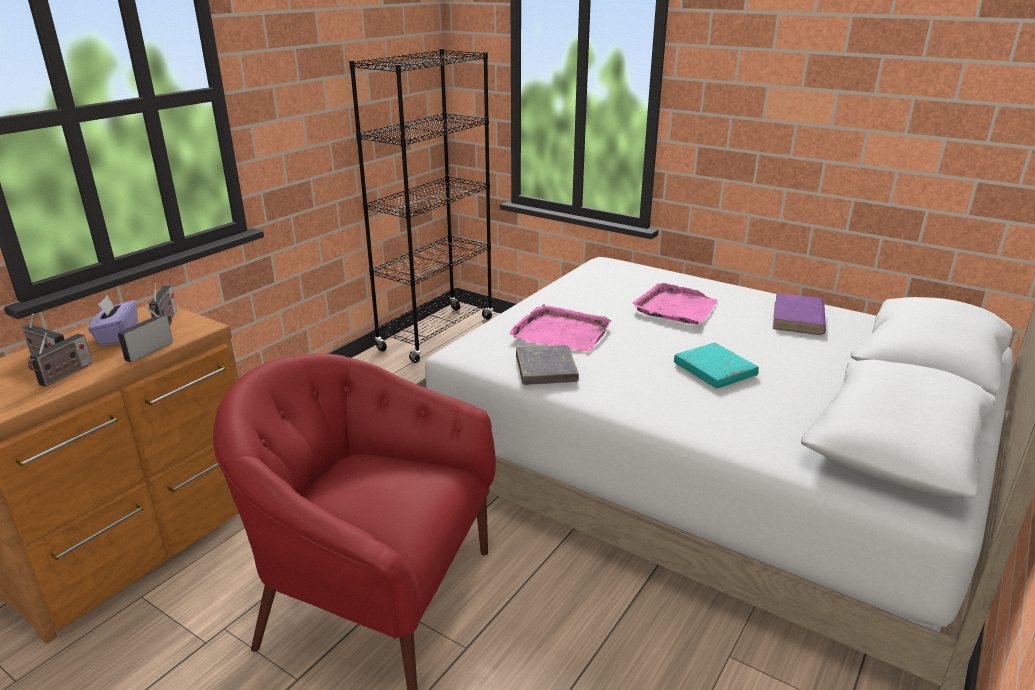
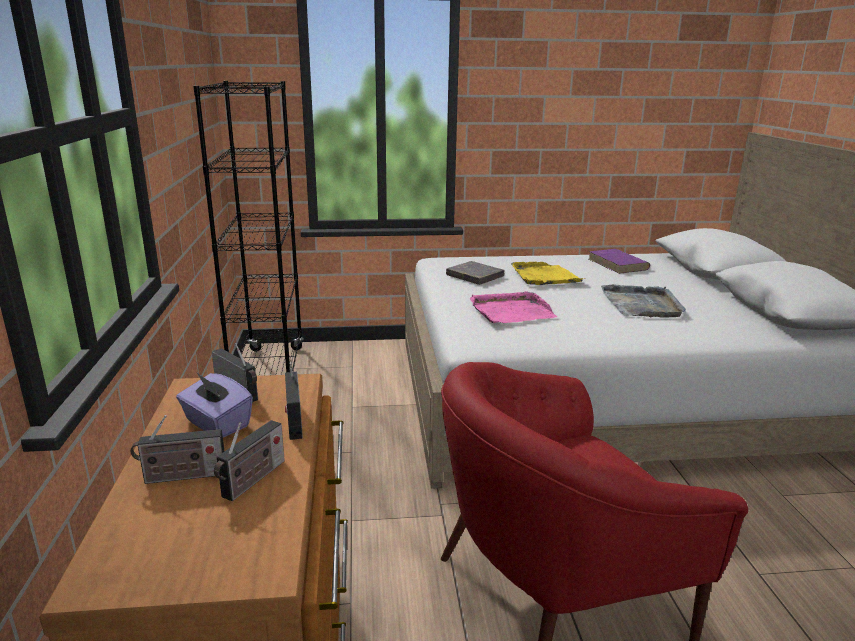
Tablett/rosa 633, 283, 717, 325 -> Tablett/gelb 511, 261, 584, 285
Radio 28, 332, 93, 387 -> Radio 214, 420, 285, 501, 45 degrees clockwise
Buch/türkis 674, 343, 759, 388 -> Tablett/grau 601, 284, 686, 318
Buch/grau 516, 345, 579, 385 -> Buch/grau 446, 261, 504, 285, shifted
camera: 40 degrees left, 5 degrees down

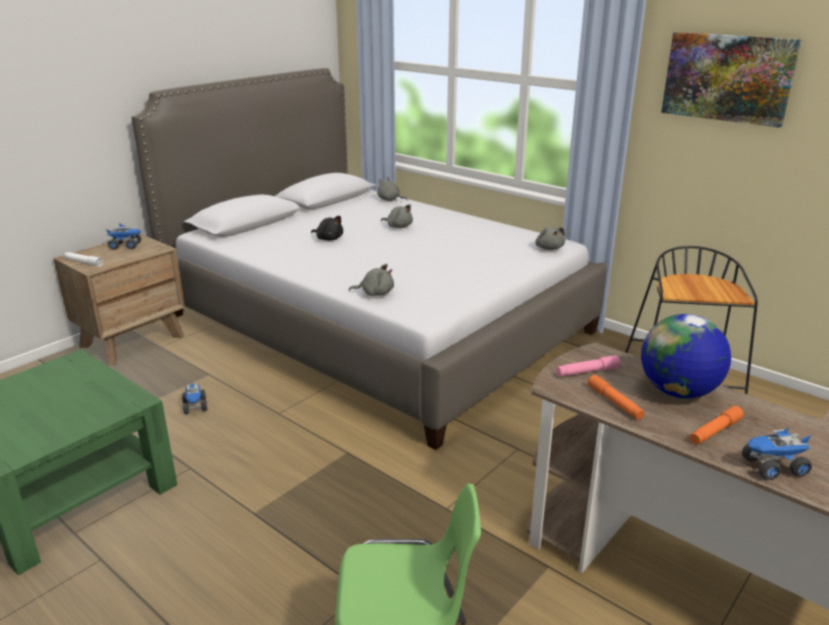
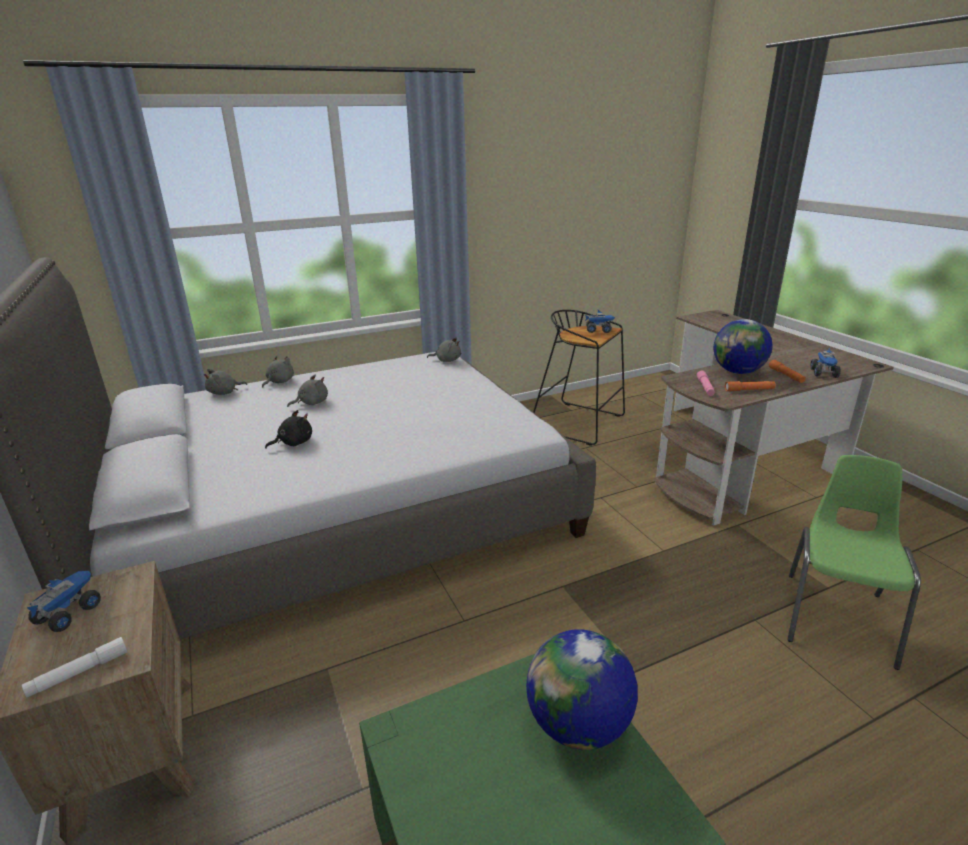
Bild 661, 32, 802, 128 -> none
Plüschtier/grau 349, 264, 394, 296 -> Plüschtier/grau 262, 356, 294, 388, shifted
Spielzeuglaster 182, 382, 208, 414 -> Spielzeuglaster 585, 310, 615, 333, shifted
none -> Globus 526, 629, 638, 750
camera: 65 degrees left, 0 degrees up

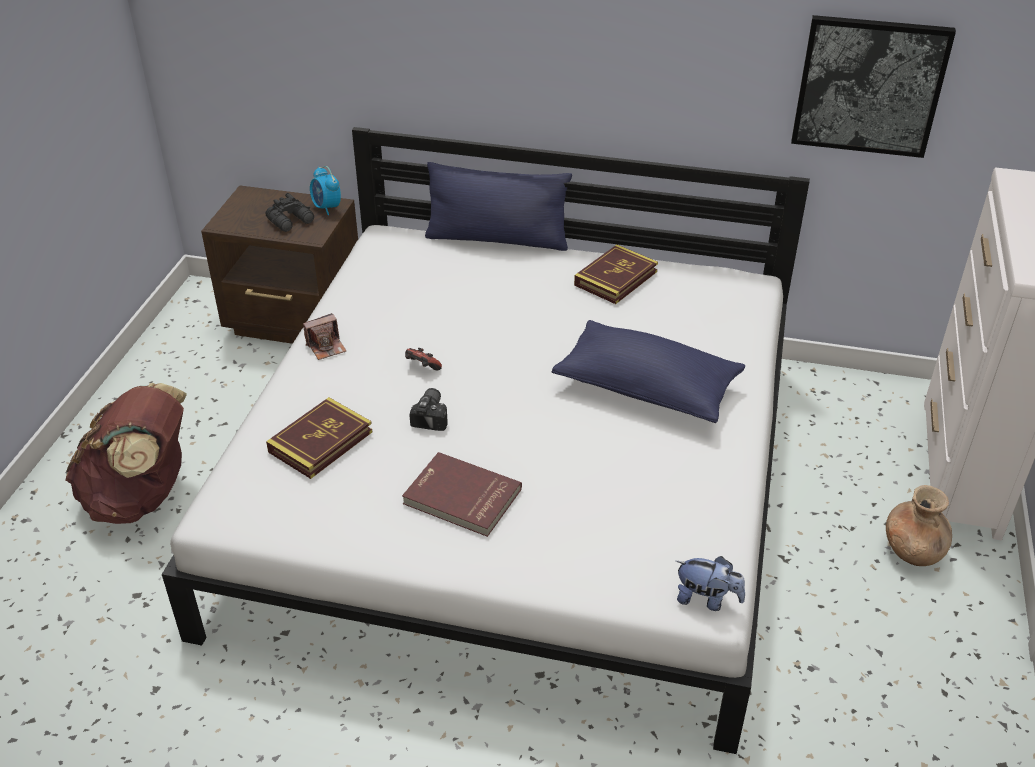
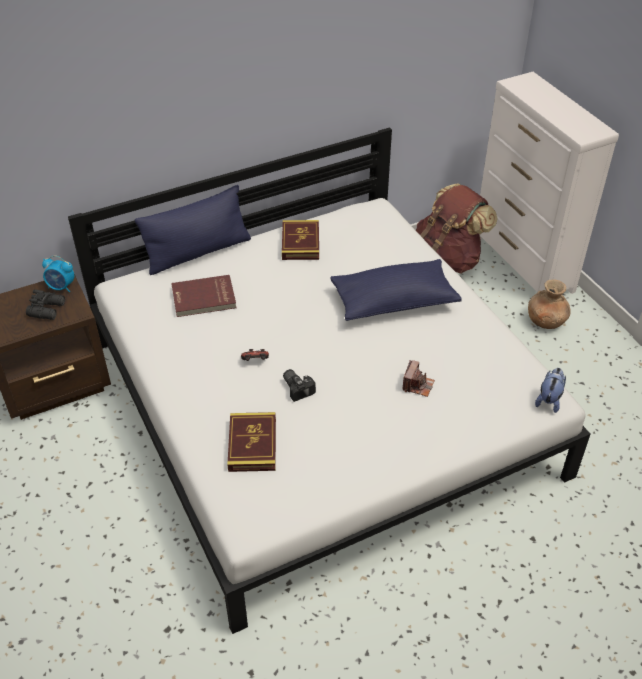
Bild 791, 15, 956, 158 -> none
Kamera 303, 313, 346, 360 -> Kamera 402, 360, 435, 397, shifted
Rucksack/braun 65, 383, 187, 524 -> Rucksack/braun 416, 183, 498, 274, shifted
Buch/rot 402, 452, 522, 537 -> Buch/rot 171, 275, 237, 317, shifted
Plüschtier 676, 556, 745, 611 -> Plüschtier 535, 368, 566, 413, 45 degrees counterclockwise
camera: 40 degrees left, 5 degrees up

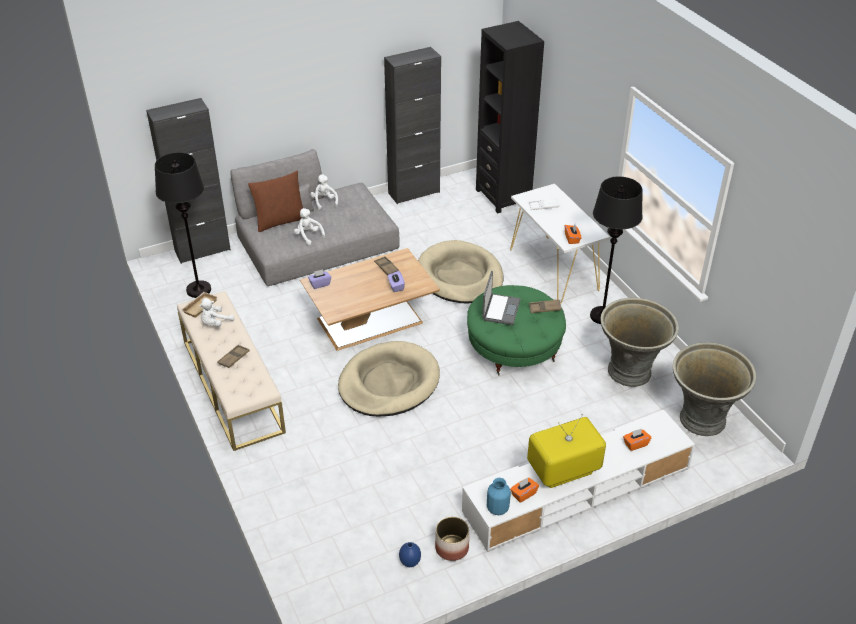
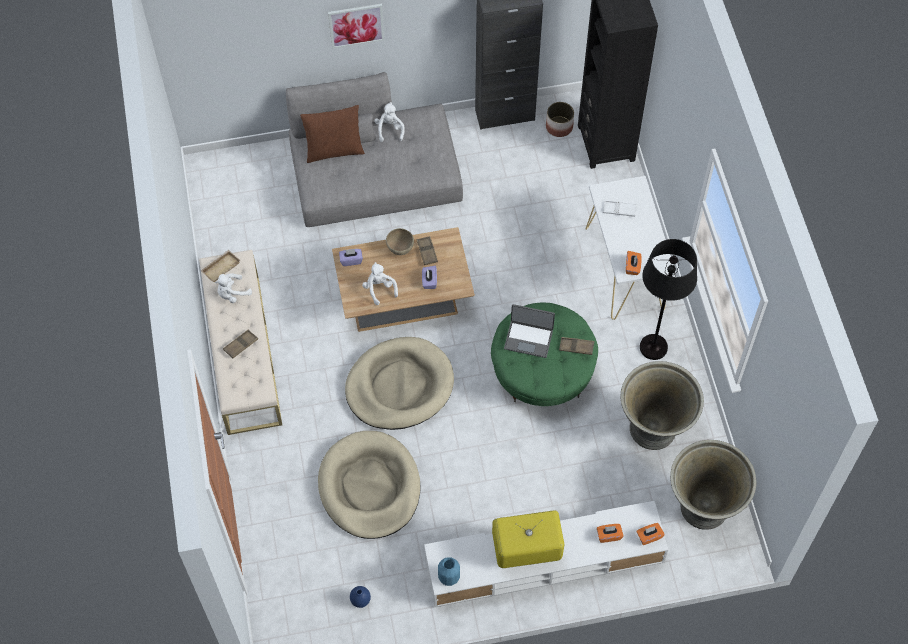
Schrank/schwarz 146, 98, 231, 264 -> none
Stehlampe/schwarz 155, 152, 211, 298 -> none
Plüschtier/weiß 294, 208, 325, 245 -> Plüschtier/weiß 362, 262, 398, 305, shifted
Hundebett/beige 418, 240, 504, 303 -> Hundebett/beige 318, 431, 421, 539, shifted
Laptop 482, 271, 521, 325 -> Laptop 504, 304, 555, 358, 75 degrees clockwise
Taschentuchbox/orange 510, 478, 539, 503 -> Taschentuchbox/orange 636, 523, 665, 545, shifted
Pflanzkübel 435, 517, 469, 561 -> Pflanzkübel 546, 102, 574, 137, shifted
none -> Bild 328, 4, 385, 49
none -> Schüssel/braun 386, 228, 414, 255
camera: 15 degrees right, 20 degrees up

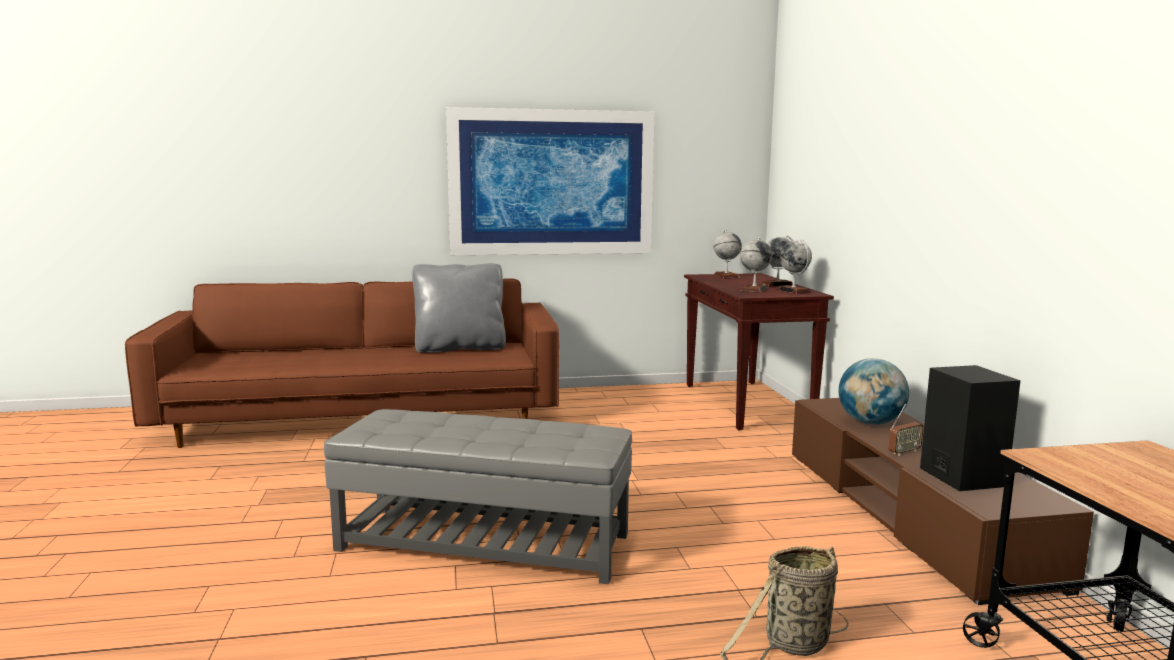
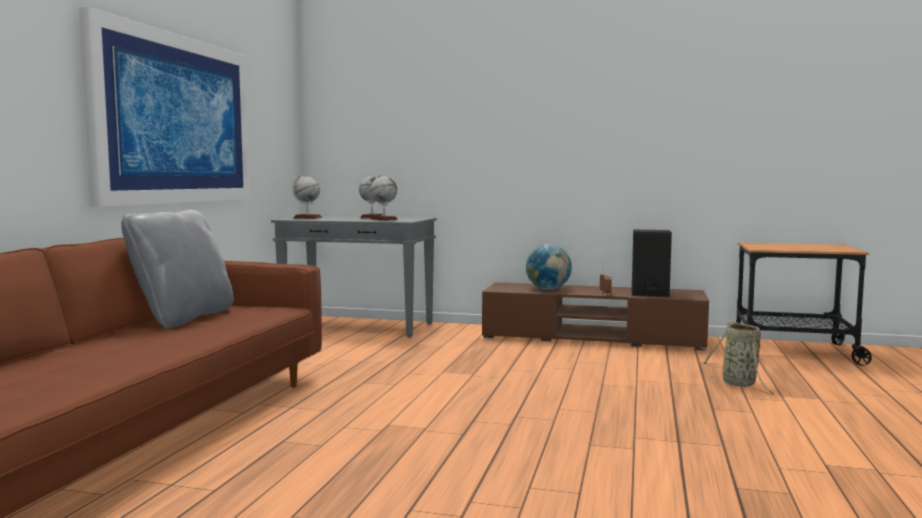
Globus 776, 239, 812, 294 -> none
Konsolentisch/braun 684, 273, 834, 430 -> Konsolentisch/grau 271, 216, 437, 338
Polsterhocker/grau 324, 409, 632, 584 -> none
camera: 65 degrees left, 5 degrees down

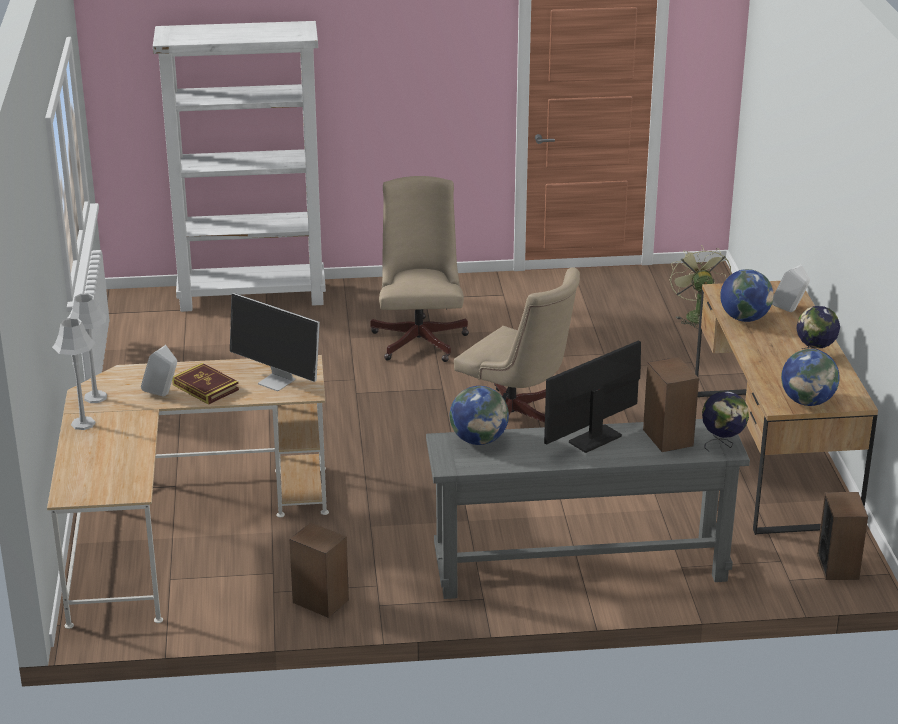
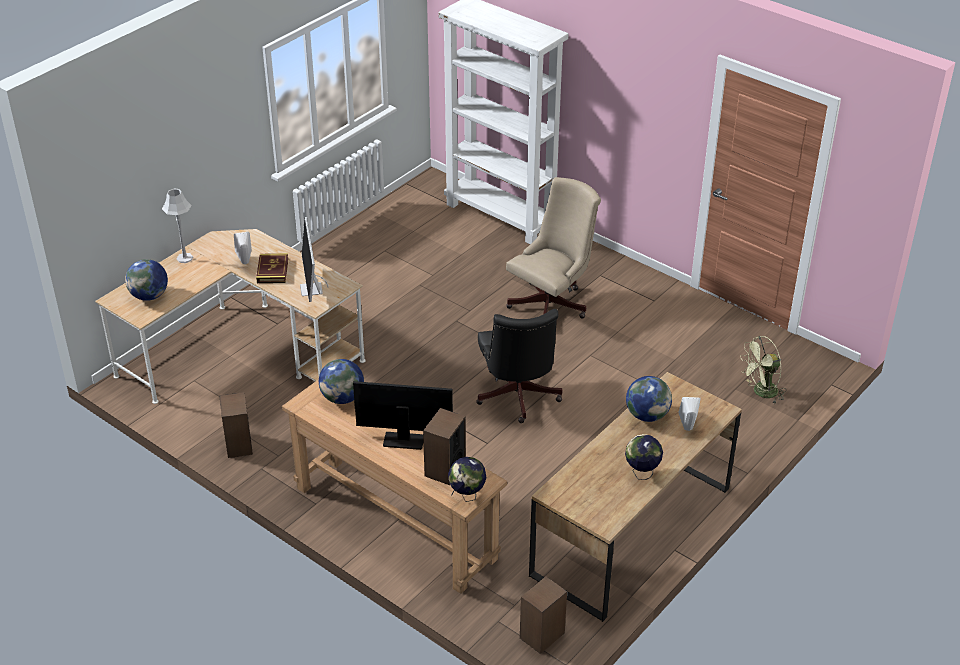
Ventilator/grün 669, 245, 731, 328 -> Ventilator/grün 740, 336, 787, 403, 150 degrees counterclockwise
Bürostuhl/beige 454, 267, 580, 423 -> Bürostuhl/schwarz 476, 309, 562, 423
Tischlampe/grau 67, 293, 107, 403 -> none
Globus 781, 349, 840, 406 -> Globus 125, 259, 168, 301, shifted
Konsolentisch/grau 426, 419, 750, 599 -> Konsolentisch/braun 282, 379, 507, 594
camera: 45 degrees right, 10 degrees up

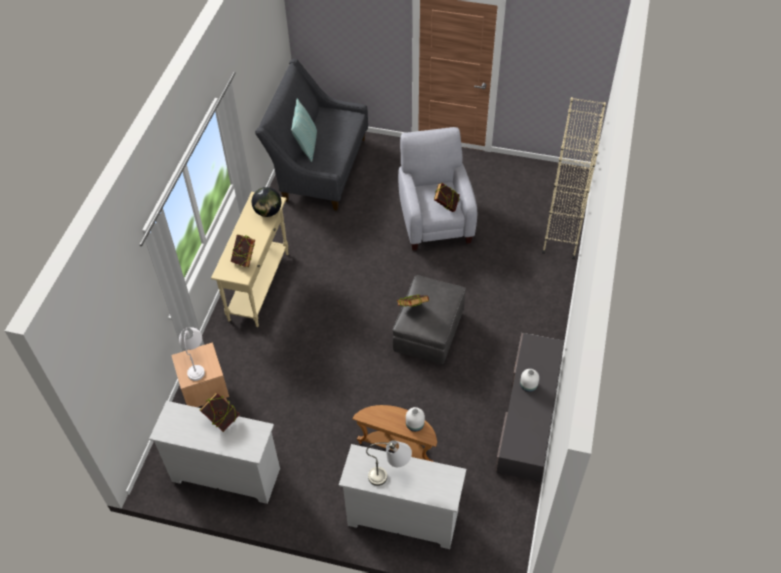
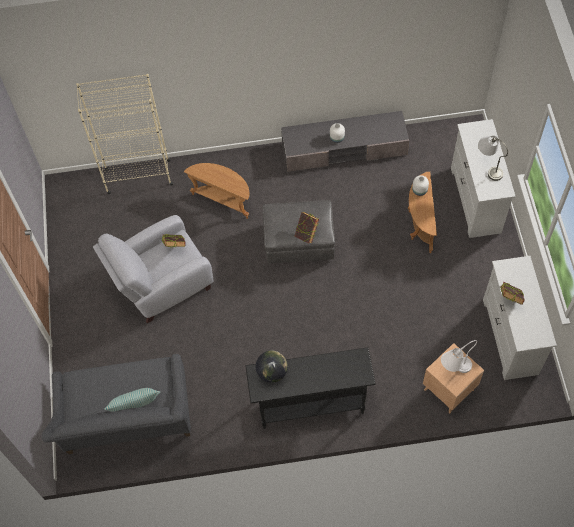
Konsolentisch/beige 211, 192, 289, 327 -> Konsolentisch/schwarz 246, 347, 376, 429
Buch 231, 235, 255, 267 -> none
none -> Beistelltisch/braun 184, 163, 249, 219
camera: 110 degrees left, 10 degrees up

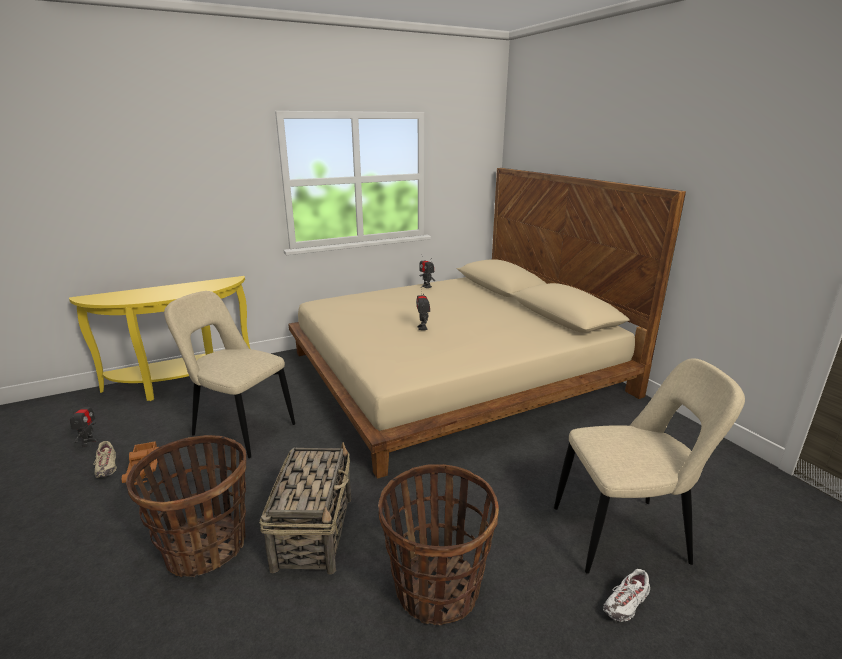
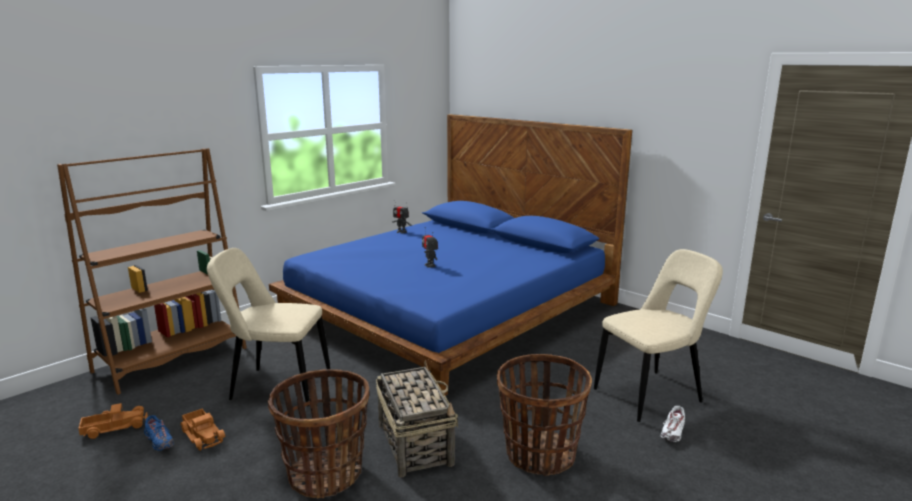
Bett/beige 288, 168, 686, 479 -> Bett/blau 269, 114, 632, 396
Konsolentisch/gelb 69, 276, 250, 401 -> Bücherregal/braun 57, 148, 247, 395
Spielzeugroboter 70, 399, 98, 447 -> Spielzeuglaster 78, 403, 148, 439
Schuh/beige 94, 441, 117, 478 -> Schuh/blau 144, 415, 174, 451
camera: 20 degrees left, 5 degrees down

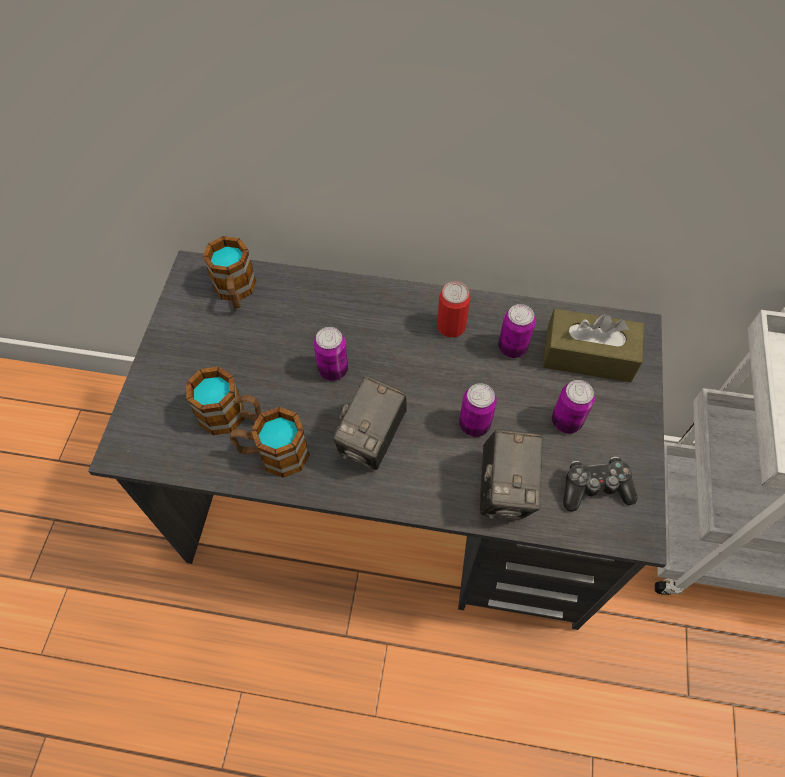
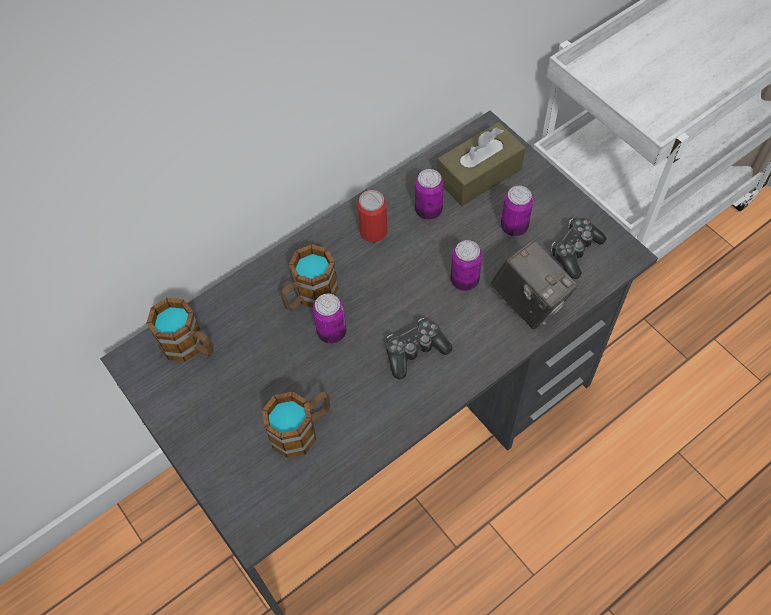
Kamera 334, 376, 407, 470 -> Gamepad 387, 318, 452, 380
Henkelbecher 230, 407, 310, 478 -> Henkelbecher 281, 244, 339, 311, shifted
camera: 45 degrees left, 0 degrees up

